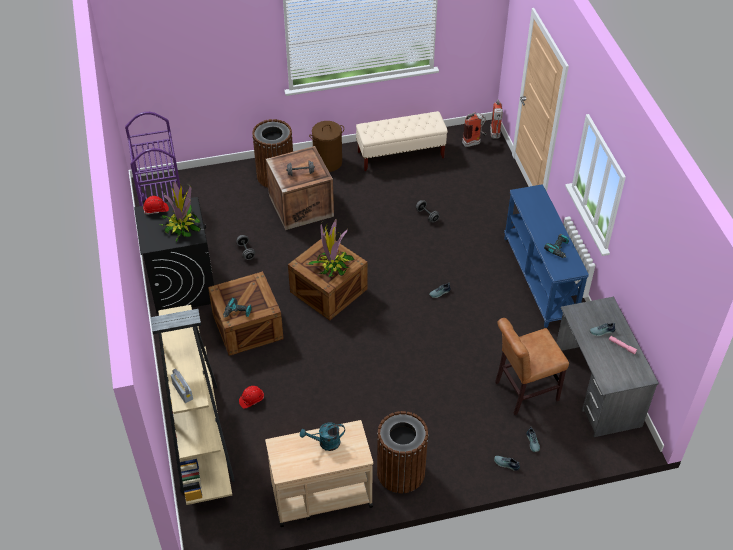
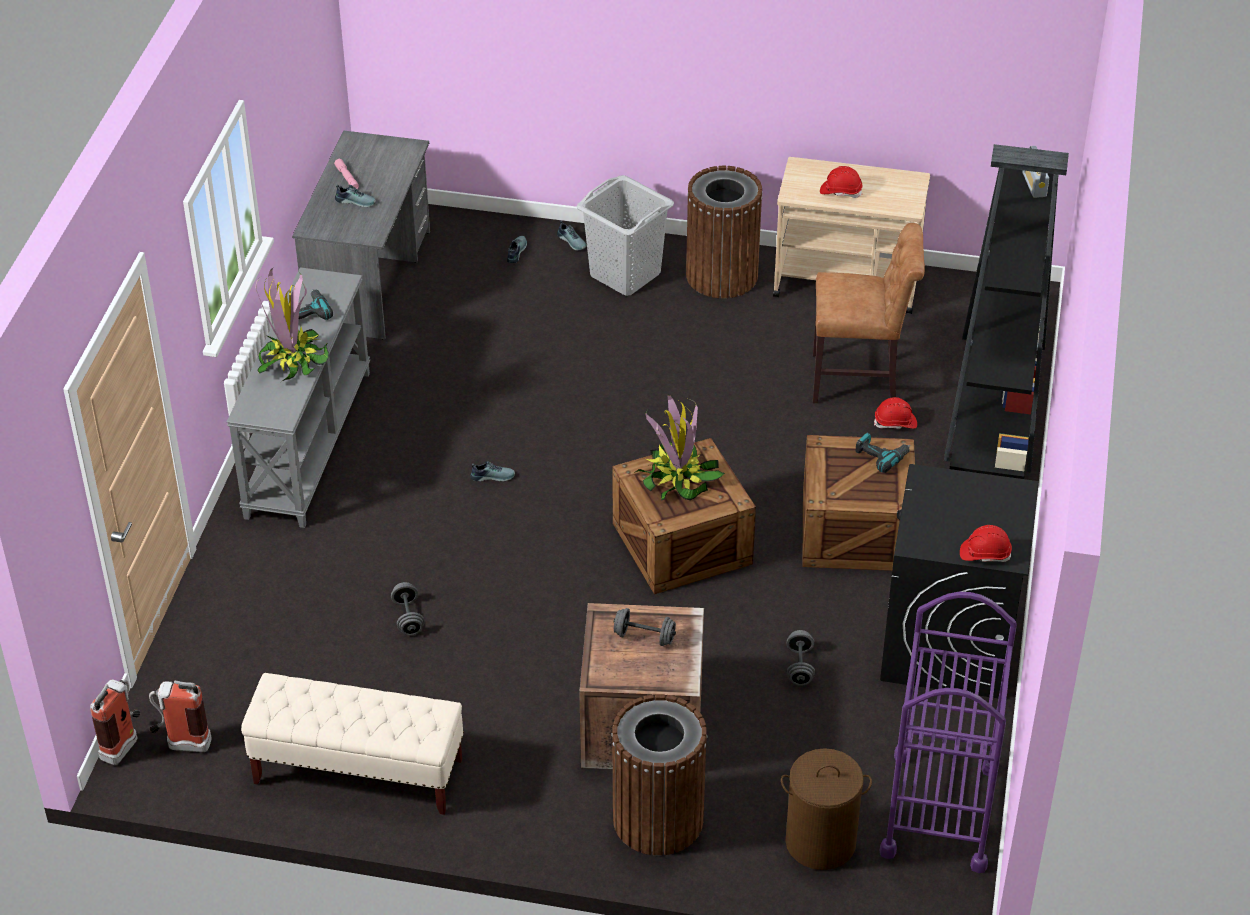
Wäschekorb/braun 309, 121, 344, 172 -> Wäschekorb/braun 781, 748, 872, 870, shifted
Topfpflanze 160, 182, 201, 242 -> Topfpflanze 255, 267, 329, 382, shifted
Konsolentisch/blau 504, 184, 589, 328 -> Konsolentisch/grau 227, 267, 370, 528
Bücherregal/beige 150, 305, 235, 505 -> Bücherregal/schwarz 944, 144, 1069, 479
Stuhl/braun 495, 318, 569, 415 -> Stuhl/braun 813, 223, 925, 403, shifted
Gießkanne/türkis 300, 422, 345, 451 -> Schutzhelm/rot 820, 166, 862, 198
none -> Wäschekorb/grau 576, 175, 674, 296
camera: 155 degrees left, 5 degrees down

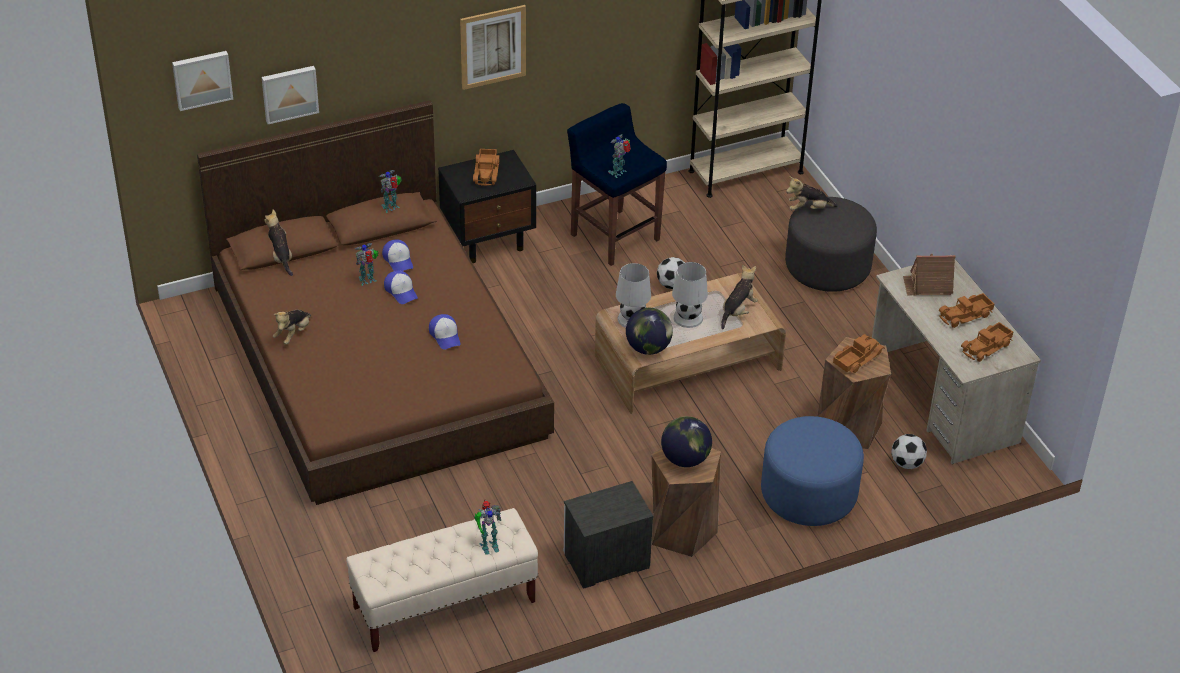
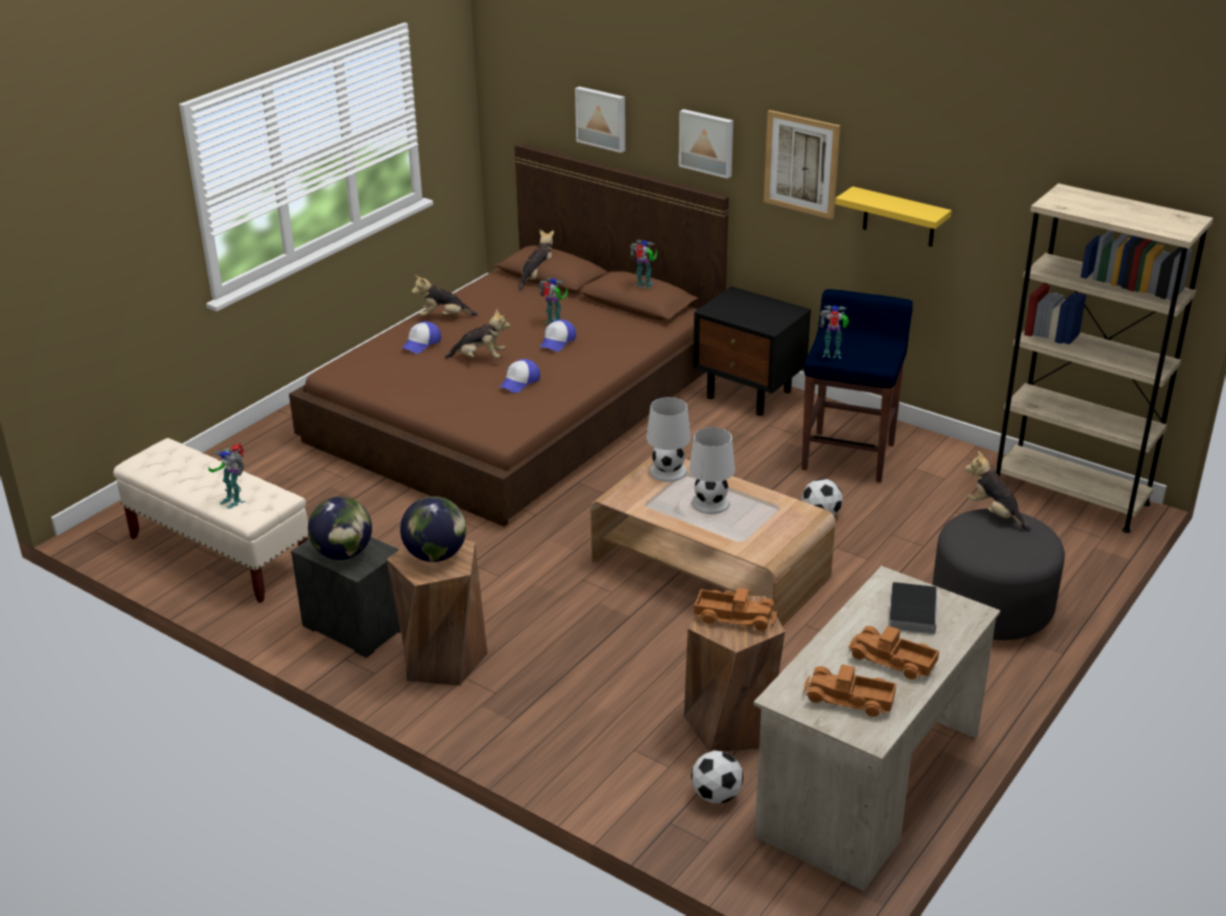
Bild 172, 51, 233, 111 -> Bild 679, 109, 733, 179, shifted
Spielzeuglaster 473, 149, 500, 186 -> none
Kappe 382, 239, 413, 271 -> Kappe 401, 321, 441, 353, shifted
Spielzeughaus 903, 254, 956, 295 -> Buch 889, 582, 938, 635
Plüschtier 721, 265, 758, 329 -> Plüschtier 445, 309, 510, 359, shifted
Globus 626, 308, 673, 355 -> Globus 308, 497, 372, 560, shifted
Polsterhocker/blau 761, 416, 864, 526 -> none
none -> Wandregal/gelb 835, 186, 952, 247
camera: 60 degrees right, 10 degrees down

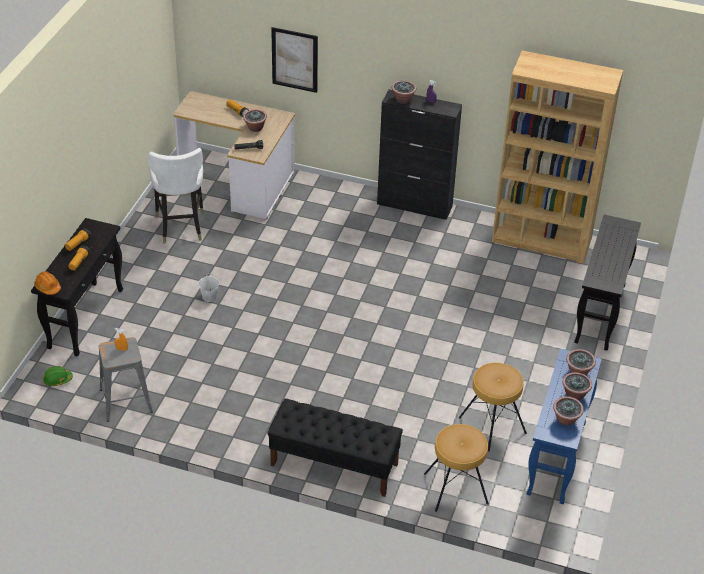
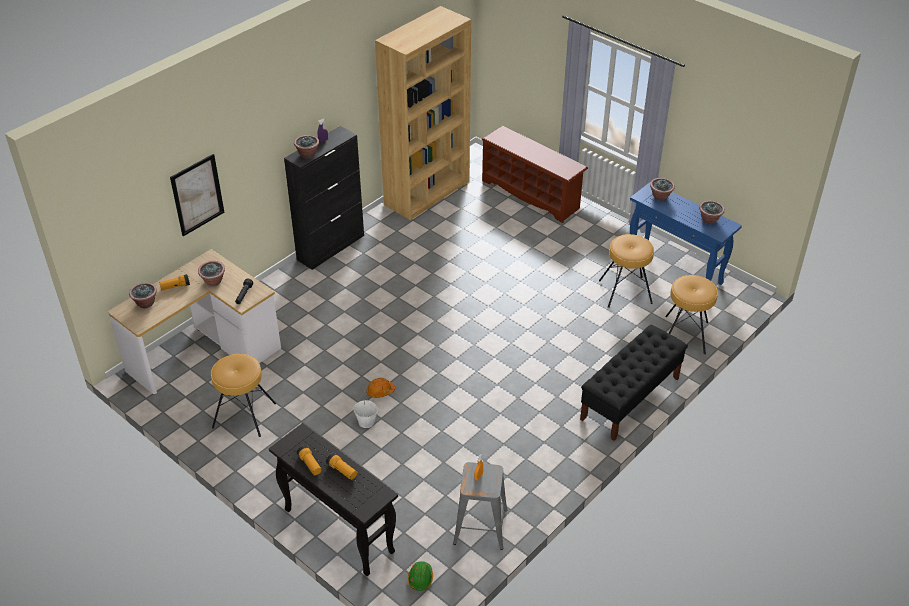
Stuhl/weiß 148, 148, 204, 244 -> Hocker/braun 211, 354, 276, 437
Konsolentisch/schwarz 574, 215, 641, 351 -> Schuhregal/braun 481, 126, 588, 223
Schutzhelm/orange 34, 271, 61, 295 -> Schutzhelm/orange 366, 378, 395, 398, shifted
Topfpflanze 562, 372, 592, 400 -> Topfpflanze 129, 282, 157, 309, shifted
camera: 65 degrees left, 0 degrees up

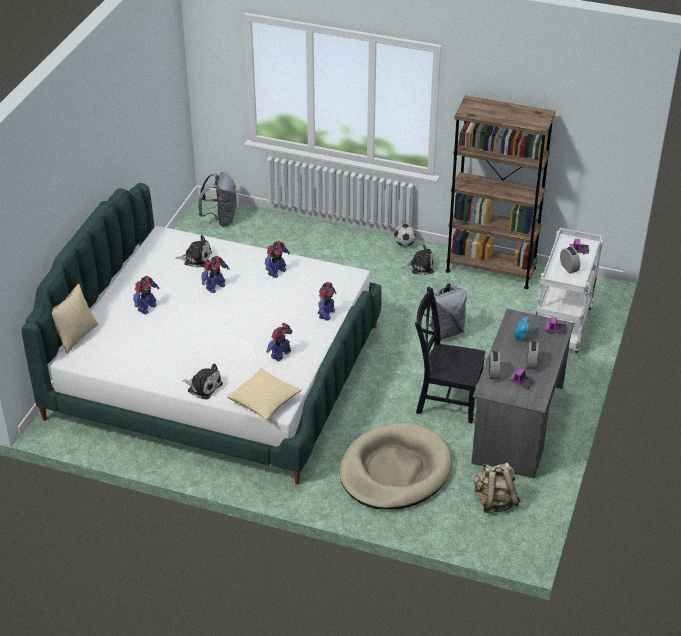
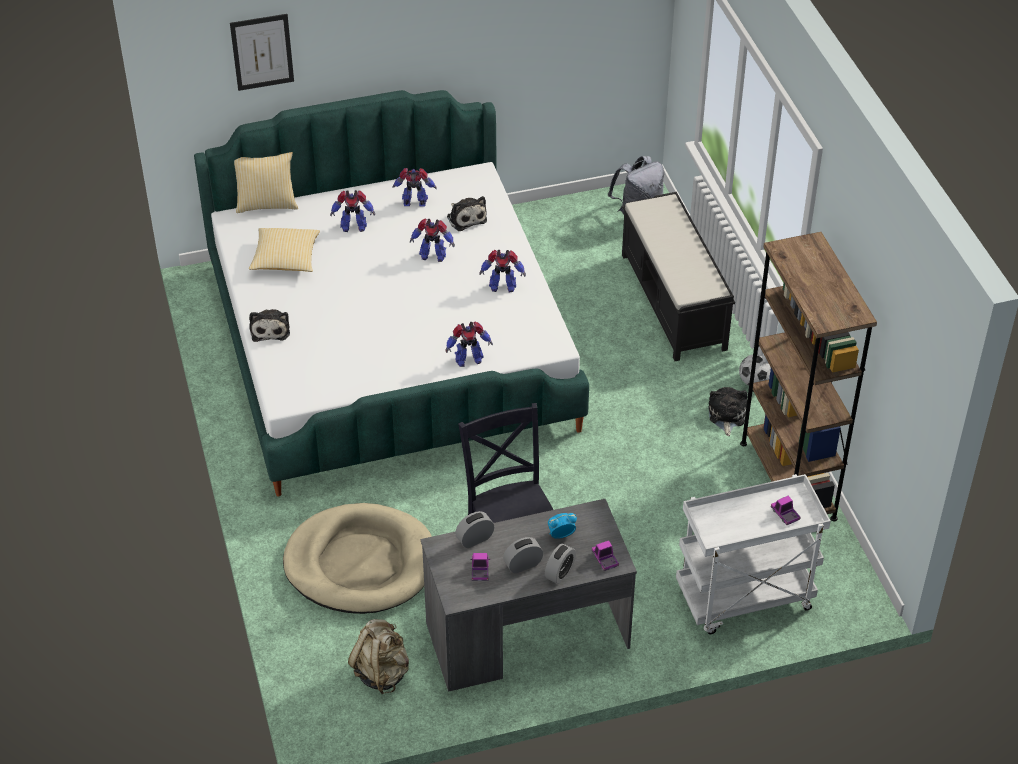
Plüschtier 401, 245, 434, 275 -> Plüschtier 708, 387, 748, 436, 135 degrees counterclockwise
Wecker 560, 247, 580, 273 -> Wecker 545, 543, 576, 584, shifted
Rucksack/grau 423, 283, 467, 340 -> none
Spielzeugroboter 266, 323, 293, 361 -> Spielzeugroboter 392, 168, 437, 207, shifted
Kissen 227, 368, 302, 420 -> Kissen 249, 228, 320, 272, shifted
none -> Bild 230, 14, 294, 91
none -> Bank/schwarz 622, 192, 735, 361
camera: 55 degrees right, 5 degrees up

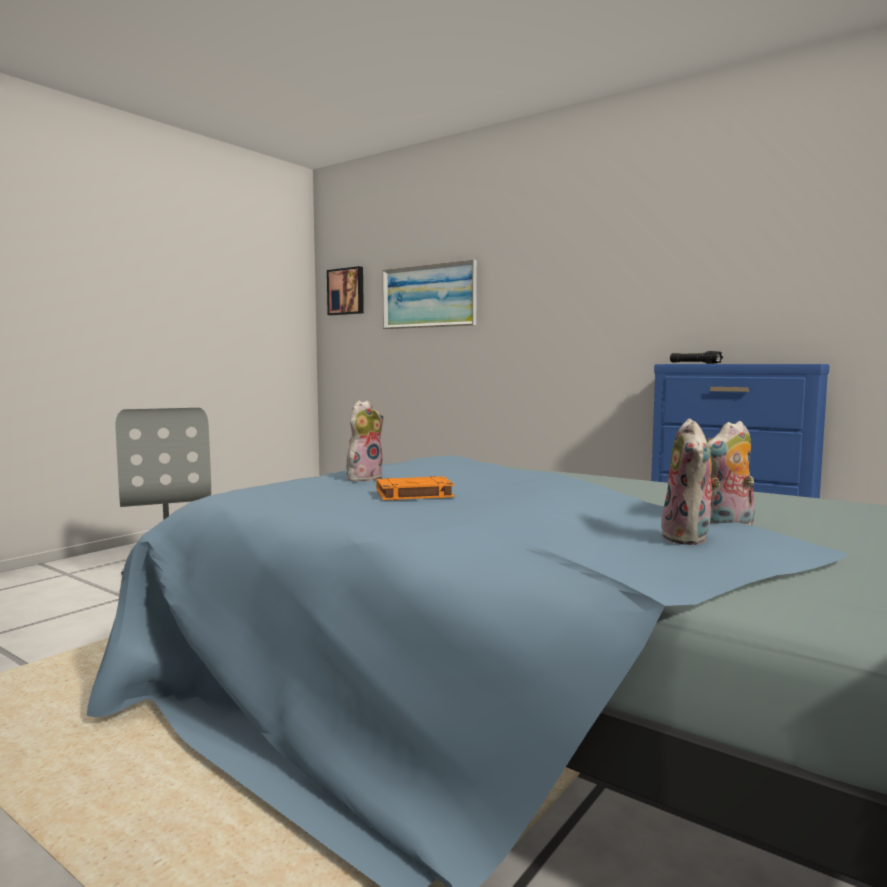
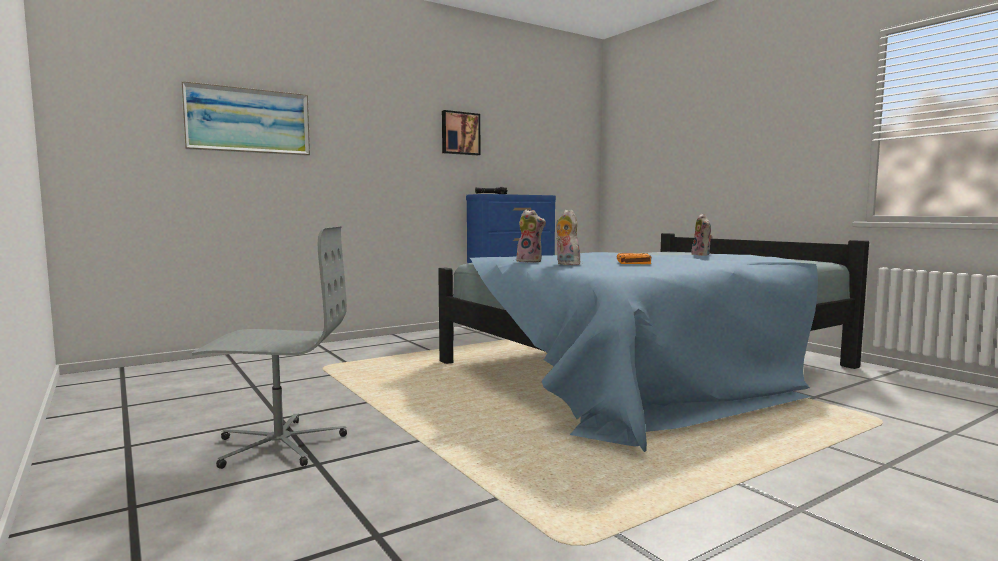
Bild 327, 266, 364, 315 -> Bild 442, 110, 480, 155, shifted
Plüschtier 661, 419, 720, 545 -> Plüschtier 516, 210, 546, 263, shifted
camera: 70 degrees left, 0 degrees up

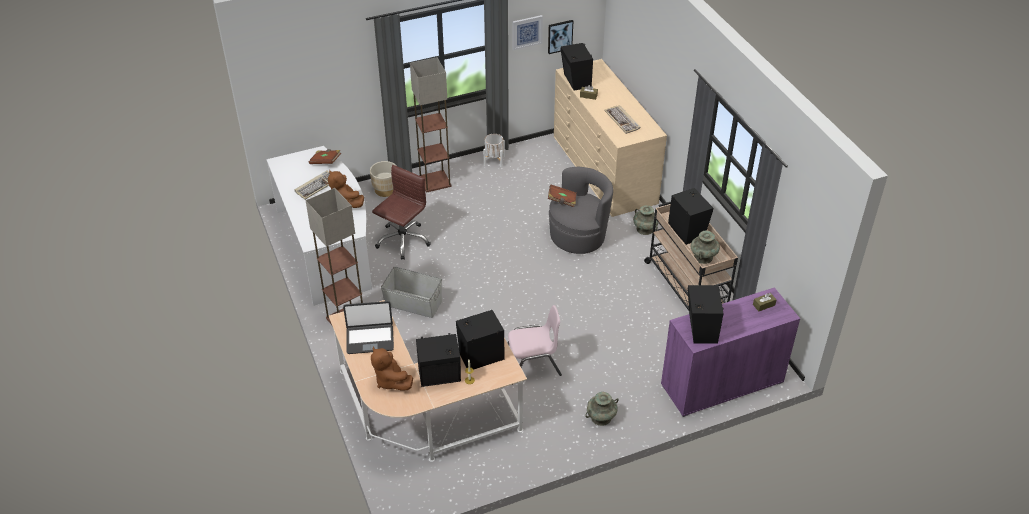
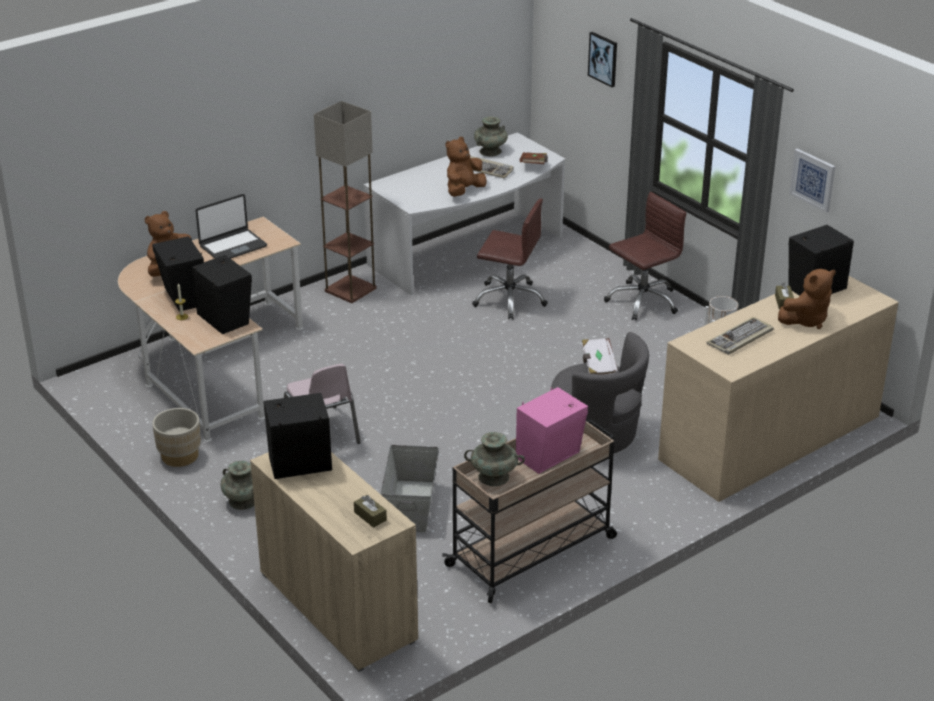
Bild 548, 20, 573, 54 -> Bild 588, 32, 617, 87, shifted
Stehlampe 410, 57, 451, 192 -> Bürostuhl/braun 604, 192, 687, 321
Pflanzkübel/beige 370, 161, 396, 197 -> Pflanzkübel/beige 152, 408, 201, 467, shifted
Buch/braun 548, 185, 577, 207 -> Buch/weiß 582, 338, 618, 374
Lautsprecher/schwarz 668, 188, 713, 245 -> Lautsprecher/rosa 516, 387, 588, 474
Vase/türkis 633, 205, 658, 235 -> Vase/türkis 474, 117, 508, 157, shifted
Aufbewahrungsbox/grau 381, 267, 442, 318 -> Aufbewahrungsbox/grau 381, 445, 439, 532, shifted
Schrank/lila 661, 287, 800, 417 -> Schrank/beige 250, 452, 418, 672
Laptop 343, 301, 394, 354 -> Laptop 195, 194, 267, 259, 105 degrees counterclockwise
none -> Plüschtier/braun 778, 269, 836, 329
camera: 75 degrees right, 10 degrees down

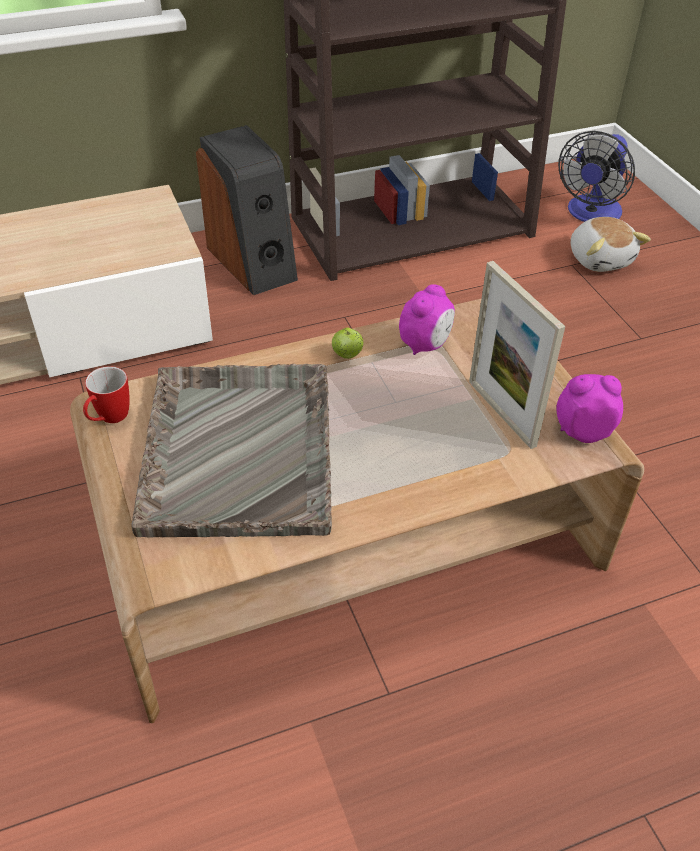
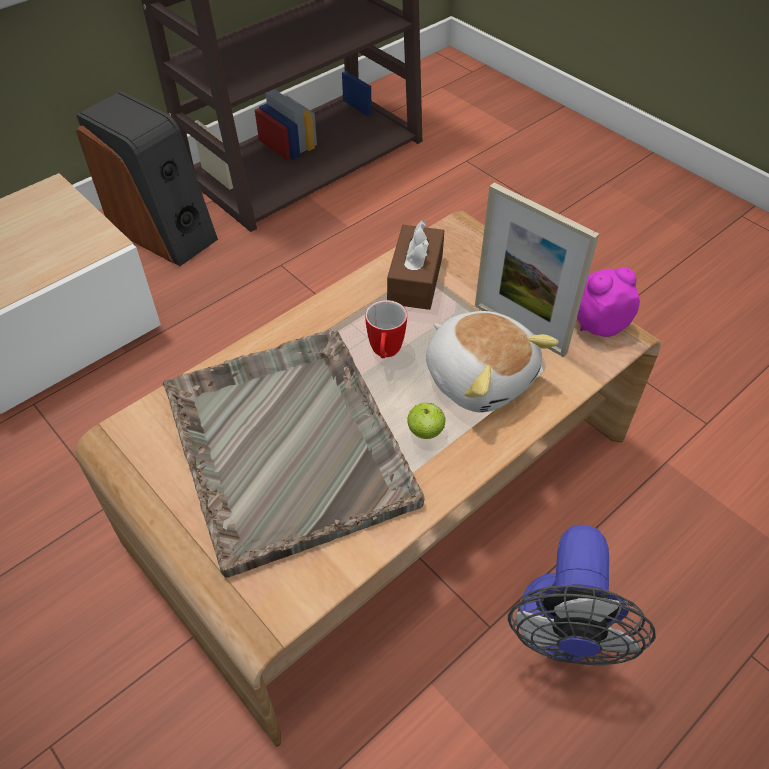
Ventilator 558, 131, 635, 222 -> Ventilator 508, 525, 656, 665, shifted
Plüschtier 571, 217, 651, 272 -> Plüschtier 426, 311, 559, 413, shifted
Wecker 399, 284, 455, 355 -> Taschentuchbox/braun 387, 220, 444, 310
Apfel 332, 327, 363, 359 -> Apfel 407, 403, 445, 439, shifted
Henkelbecher 83, 366, 129, 423 -> Henkelbecher 365, 300, 407, 358, shifted
camera: 20 degrees left, 5 degrees up

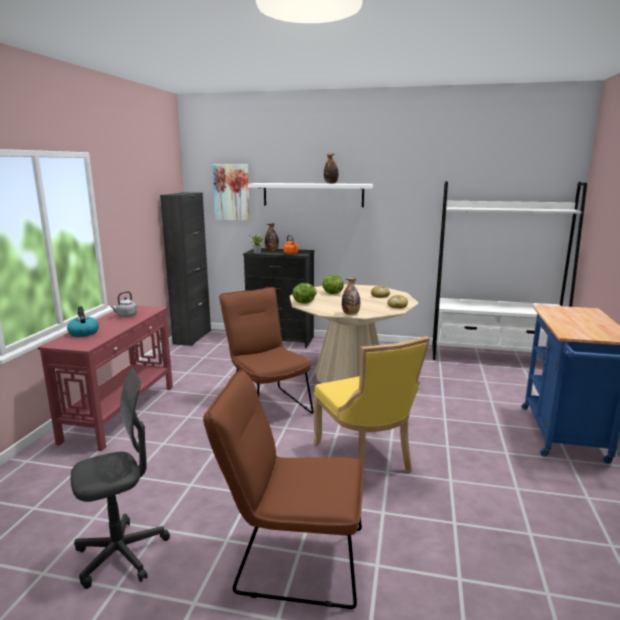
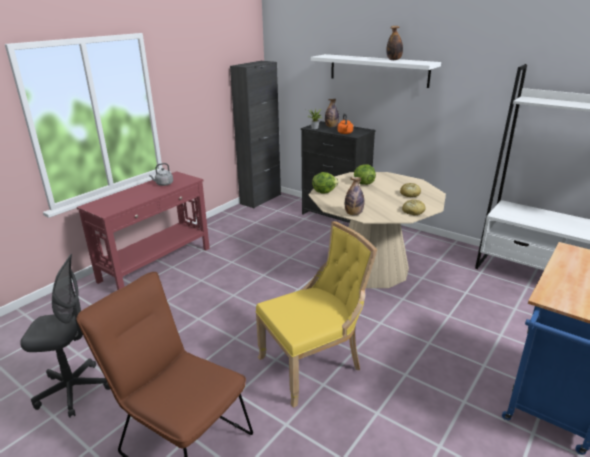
Bild 212, 164, 250, 221 -> none
Stuhl/braun 219, 287, 314, 414 -> none
Wasserkessel 67, 306, 99, 337 -> none
Stuhl/gelb 313, 336, 430, 473 -> Stuhl/gelb 256, 221, 377, 408, 120 degrees counterclockwise
camera: 25 degrees right, 10 degrees up

